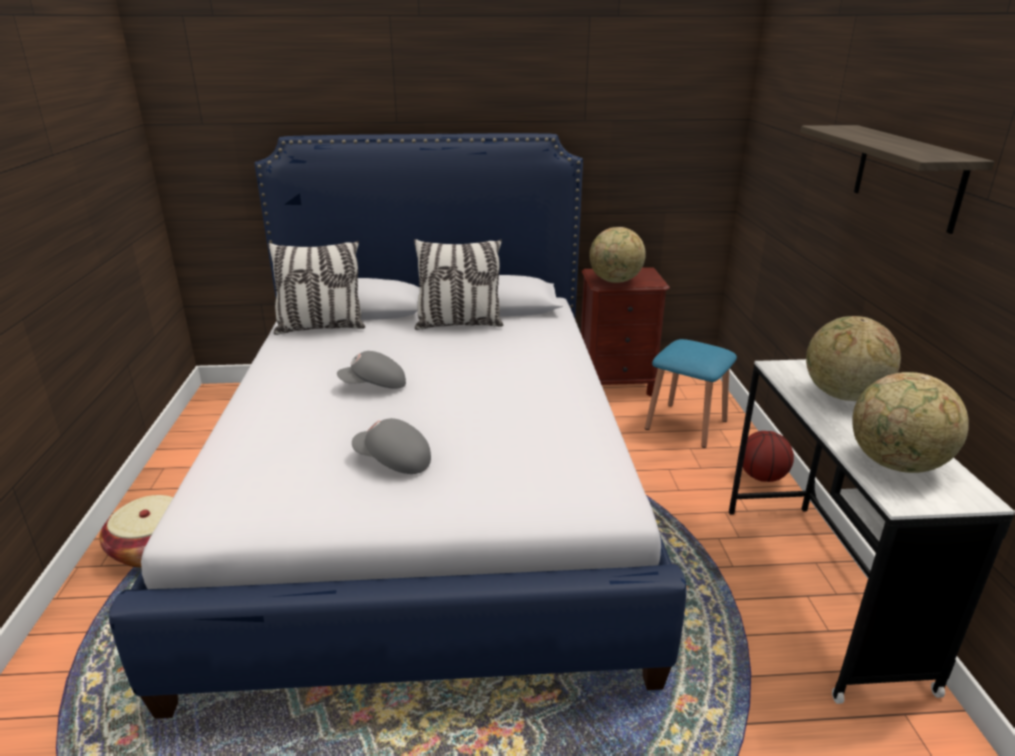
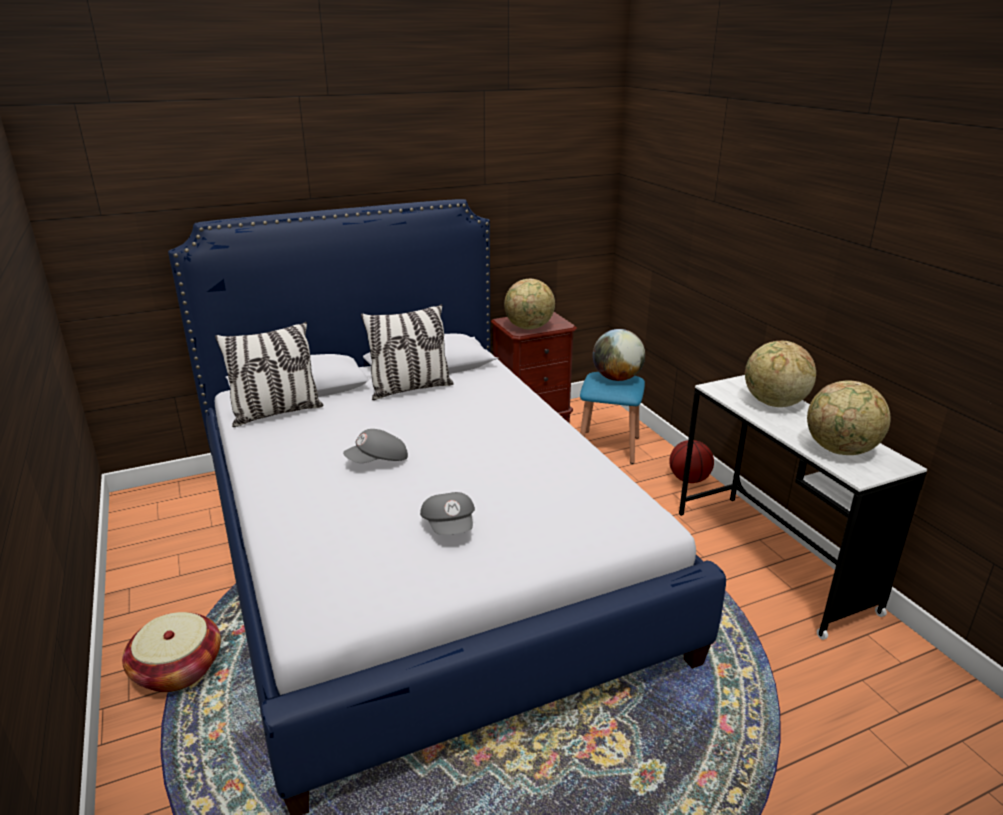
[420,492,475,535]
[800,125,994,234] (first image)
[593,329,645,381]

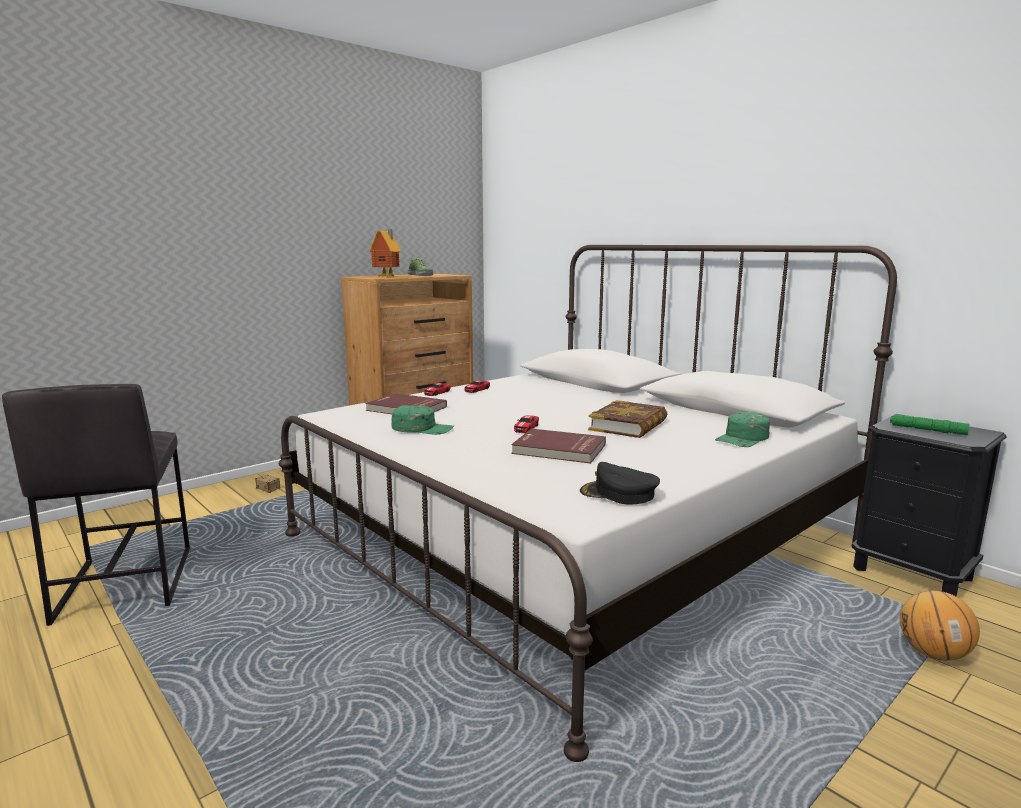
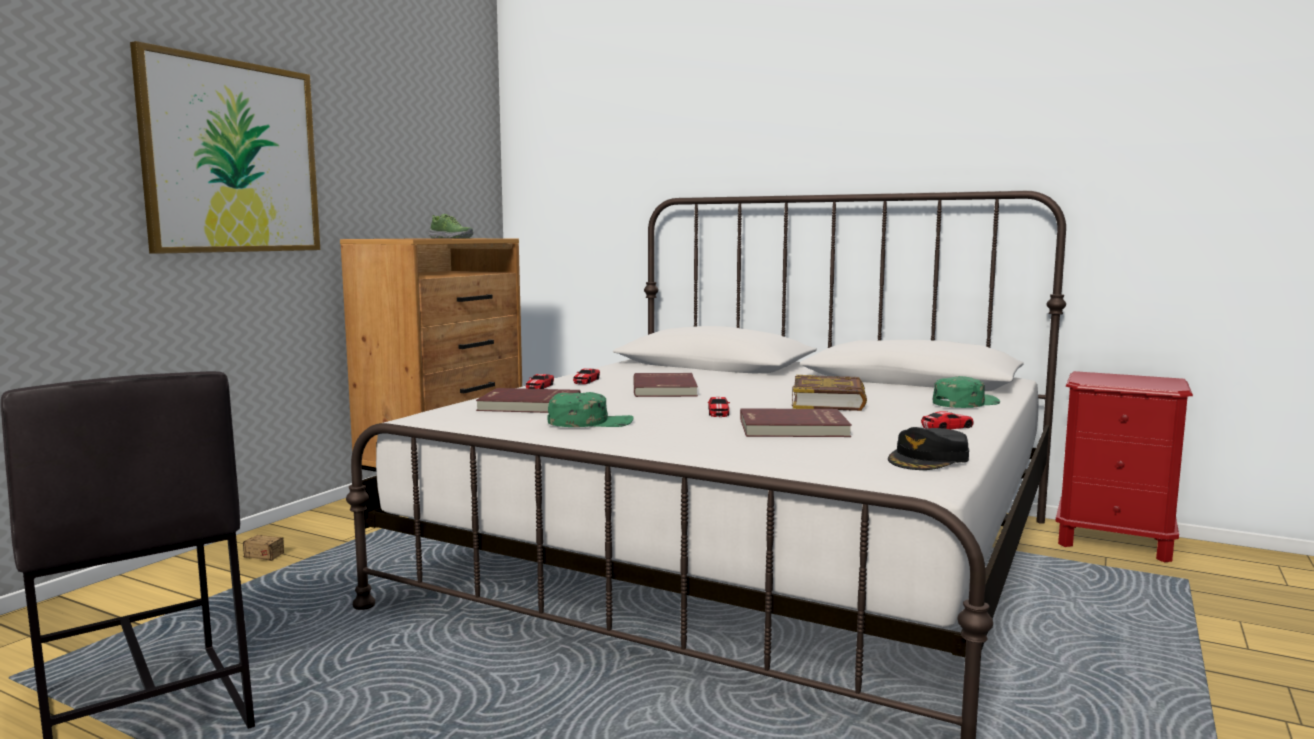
[370,229,401,277] (first image)
[888,427,969,470]
[933,376,1000,408]
[1056,371,1193,563]
[890,414,969,435] (first image)
[900,591,980,661] (first image)
[130,41,320,254]
[633,373,698,397]
[921,411,974,429]

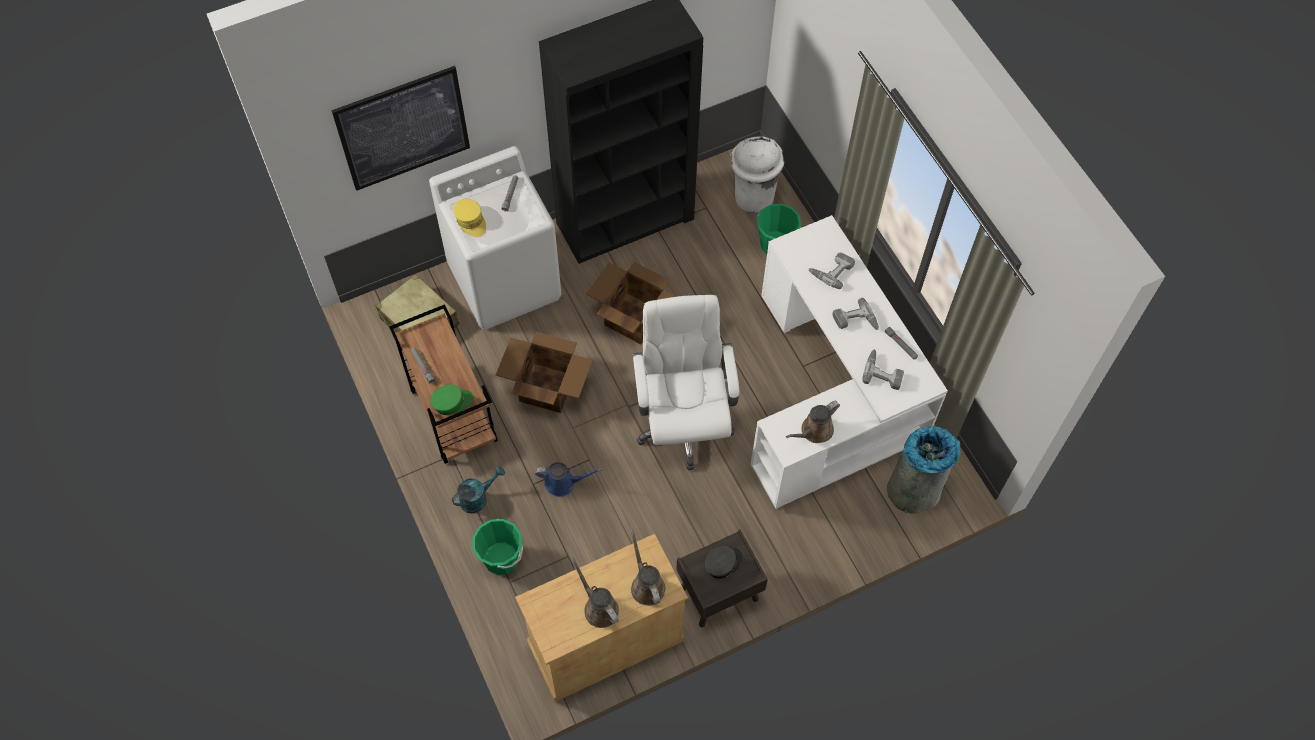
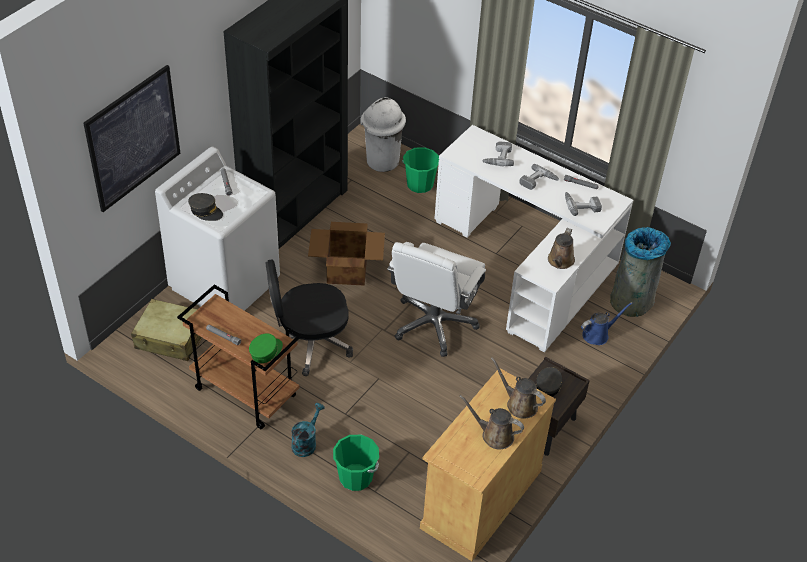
[188,193,223,221]
[265,259,353,376]
[581,302,633,345]
[387,242,486,357]

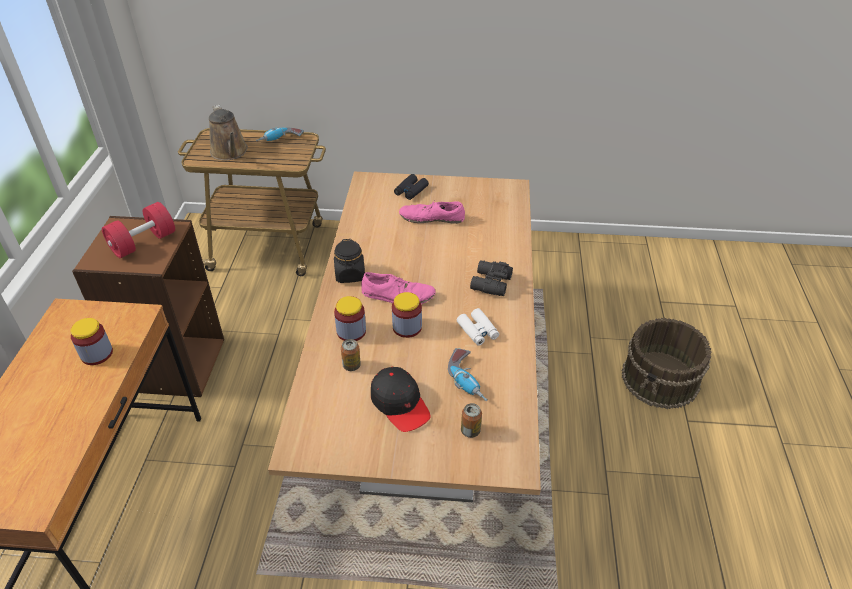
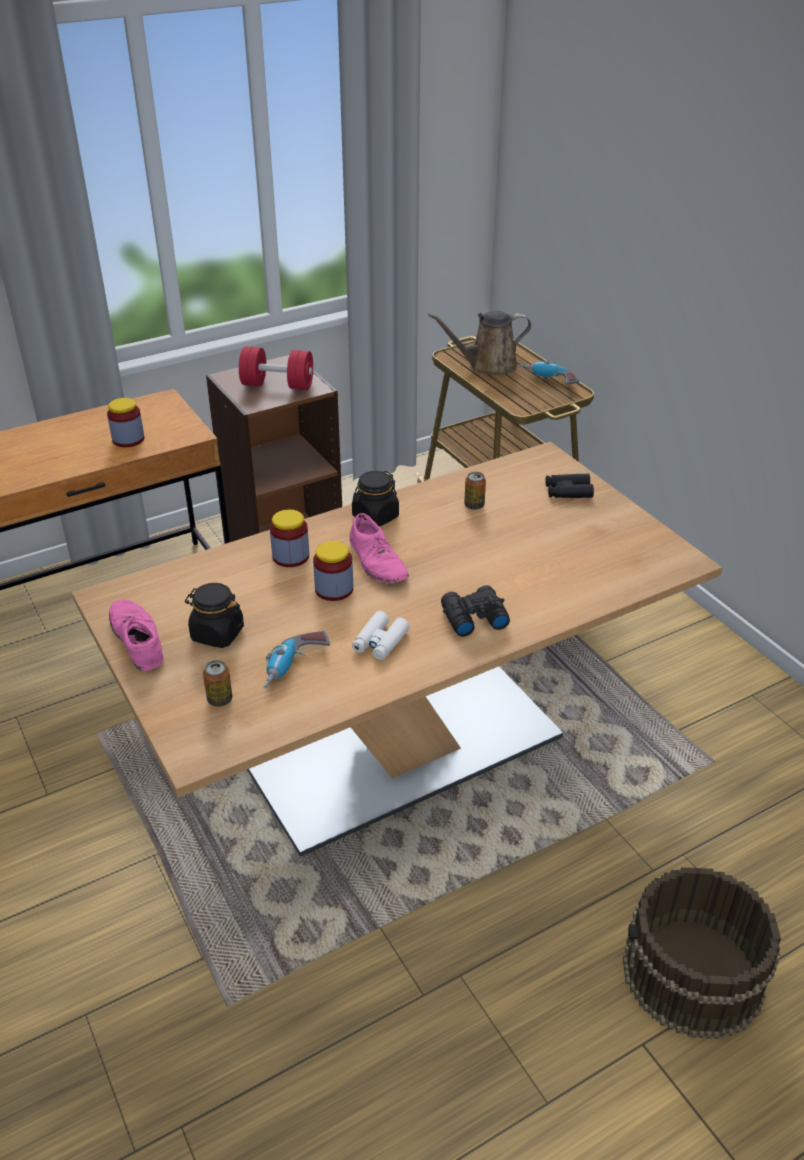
[428,311,531,375]
[464,472,486,510]
[185,583,244,648]
[109,599,164,671]

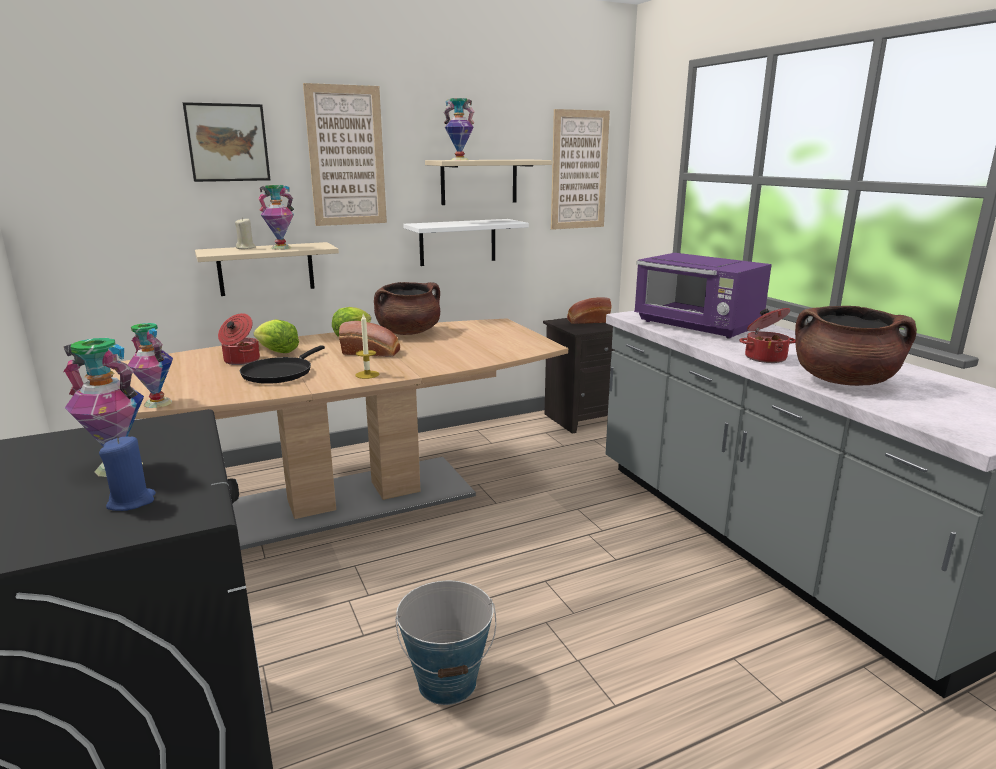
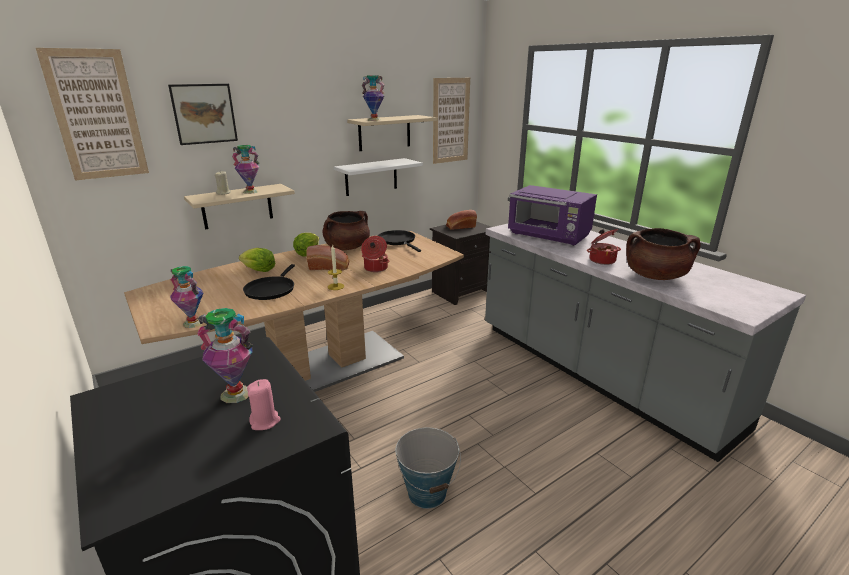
[247,379,281,430]
[361,236,389,272]
[36,48,149,181]
[378,230,421,252]

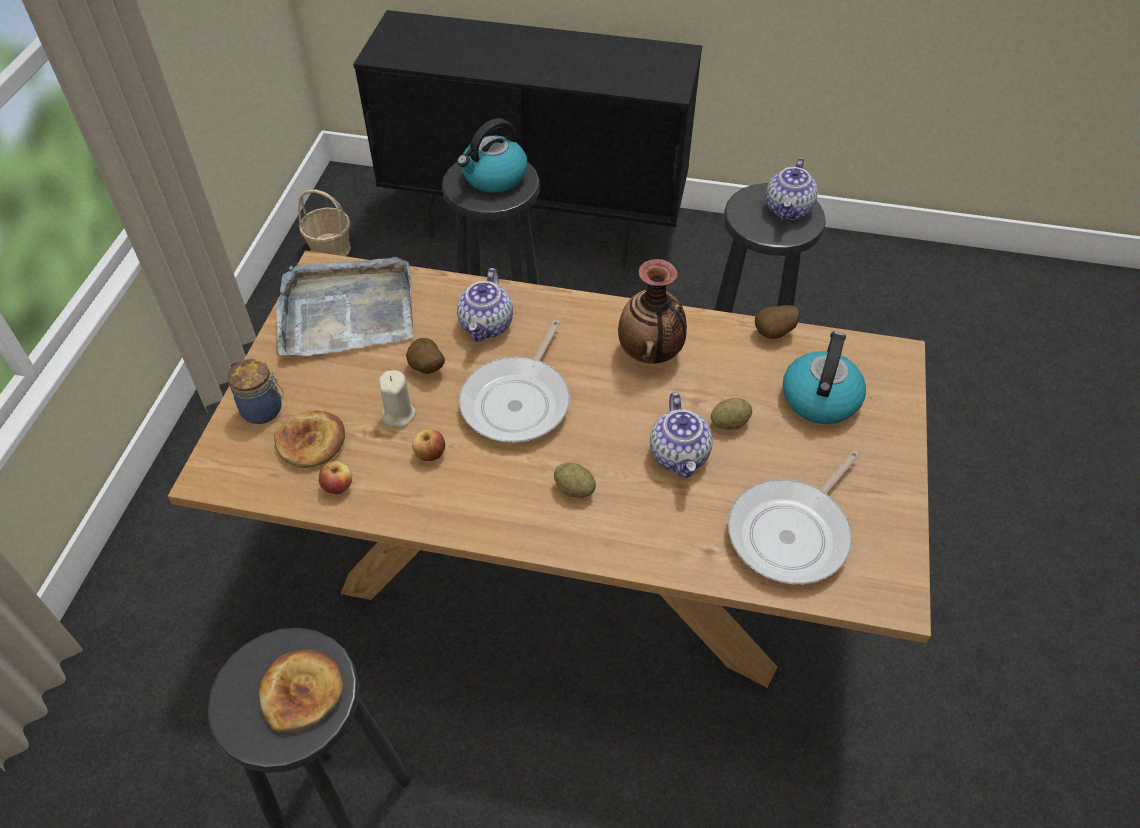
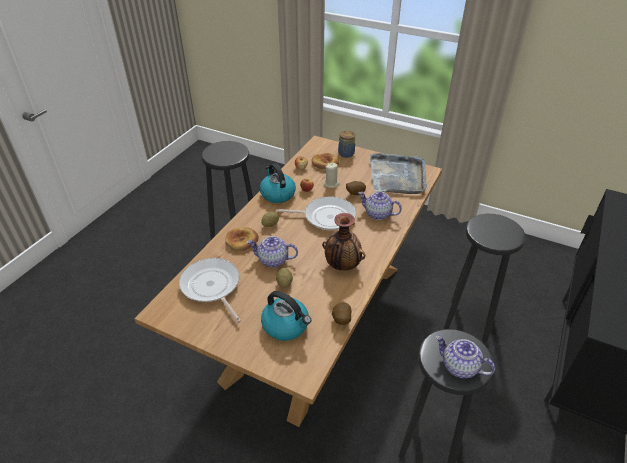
[225,227,259,251]
[298,189,351,256] (first image)
[260,163,296,203]
[276,197,356,230]

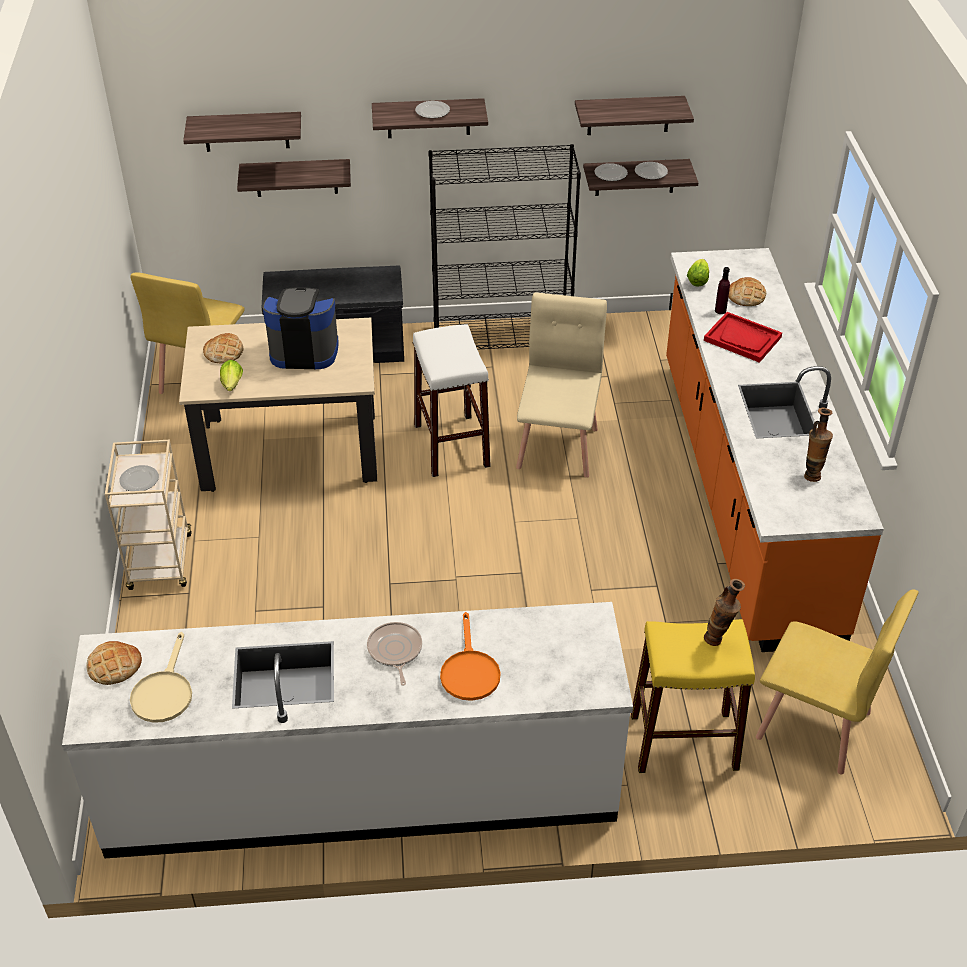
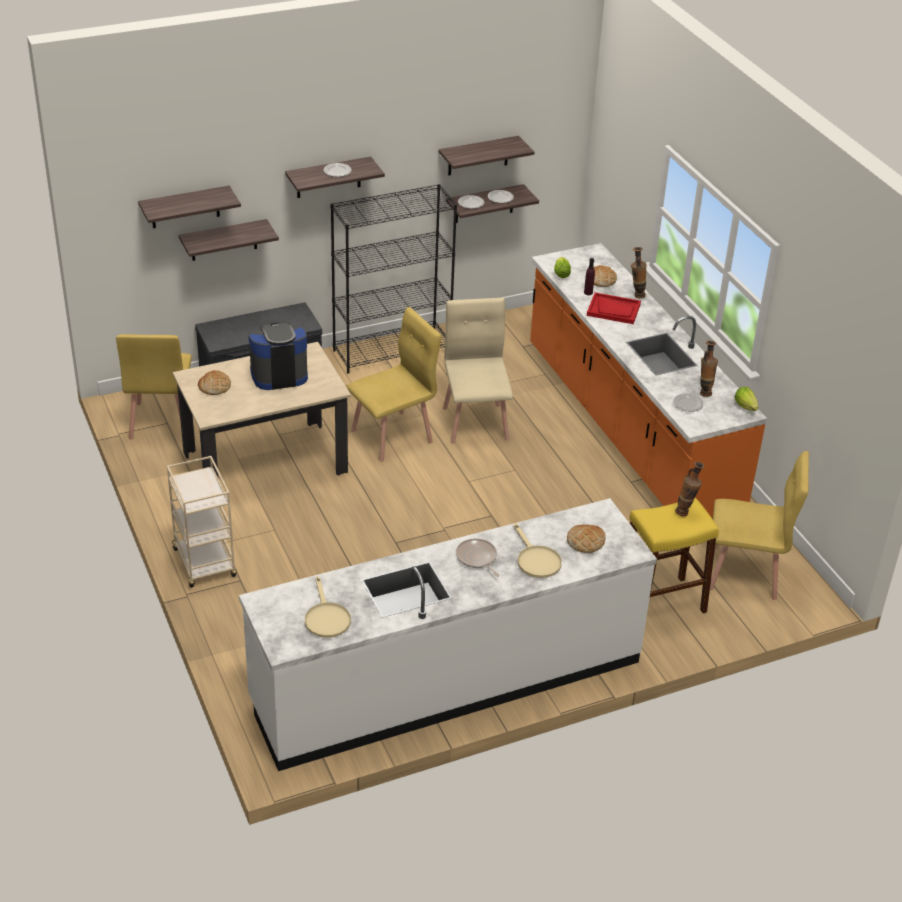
[567,525,606,553]
[673,393,703,412]
[735,387,758,411]
[346,307,441,462]
[514,523,562,578]
[631,247,647,298]

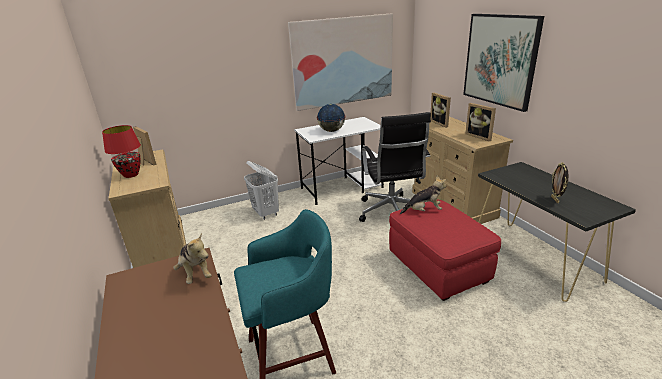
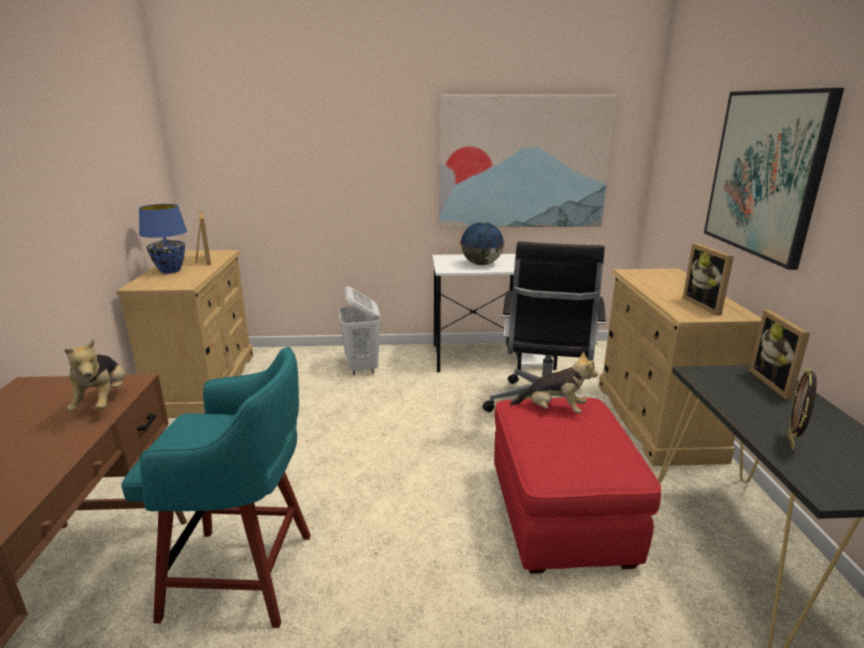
[139,204,187,274]
[749,310,810,400]

